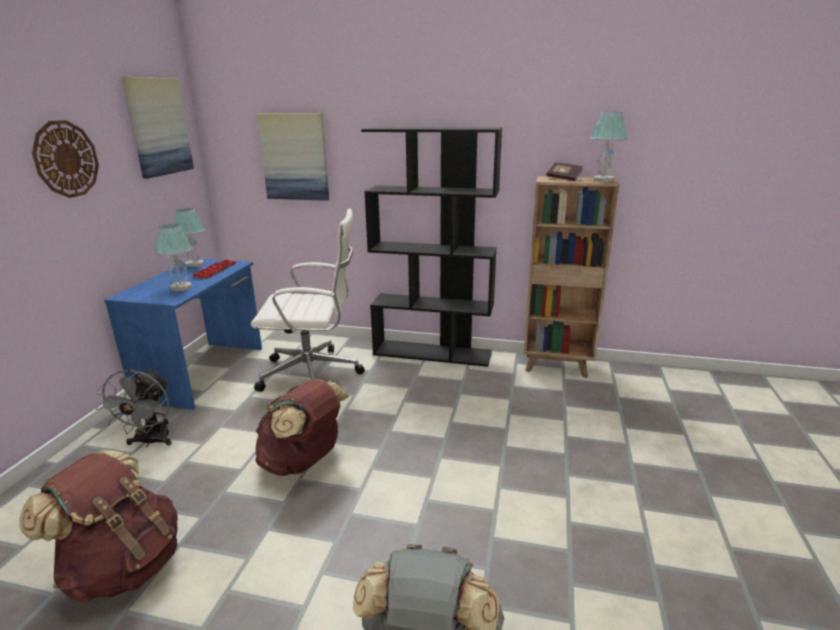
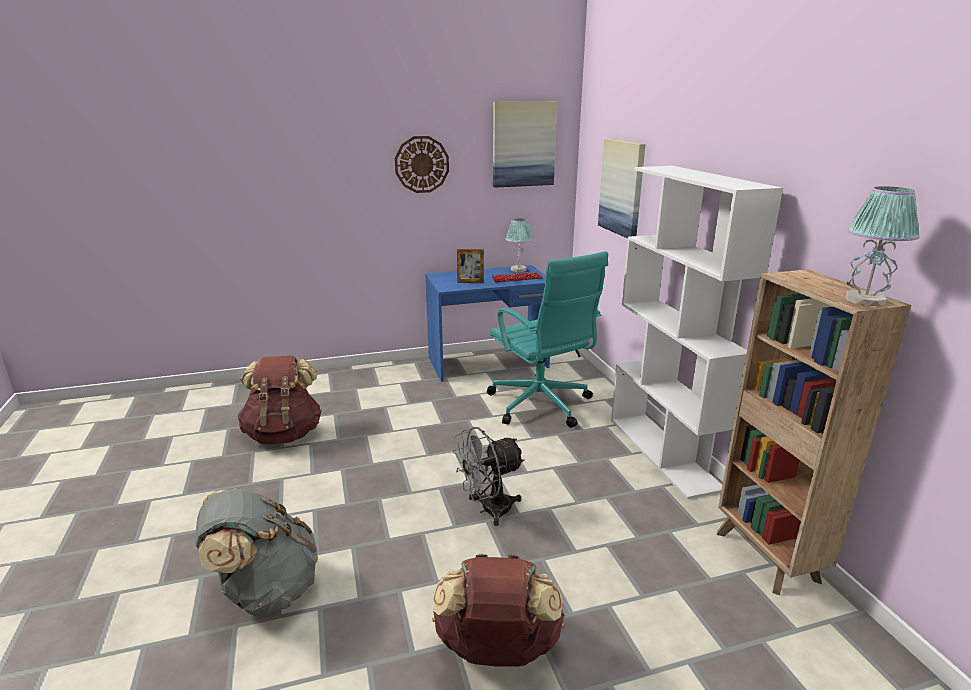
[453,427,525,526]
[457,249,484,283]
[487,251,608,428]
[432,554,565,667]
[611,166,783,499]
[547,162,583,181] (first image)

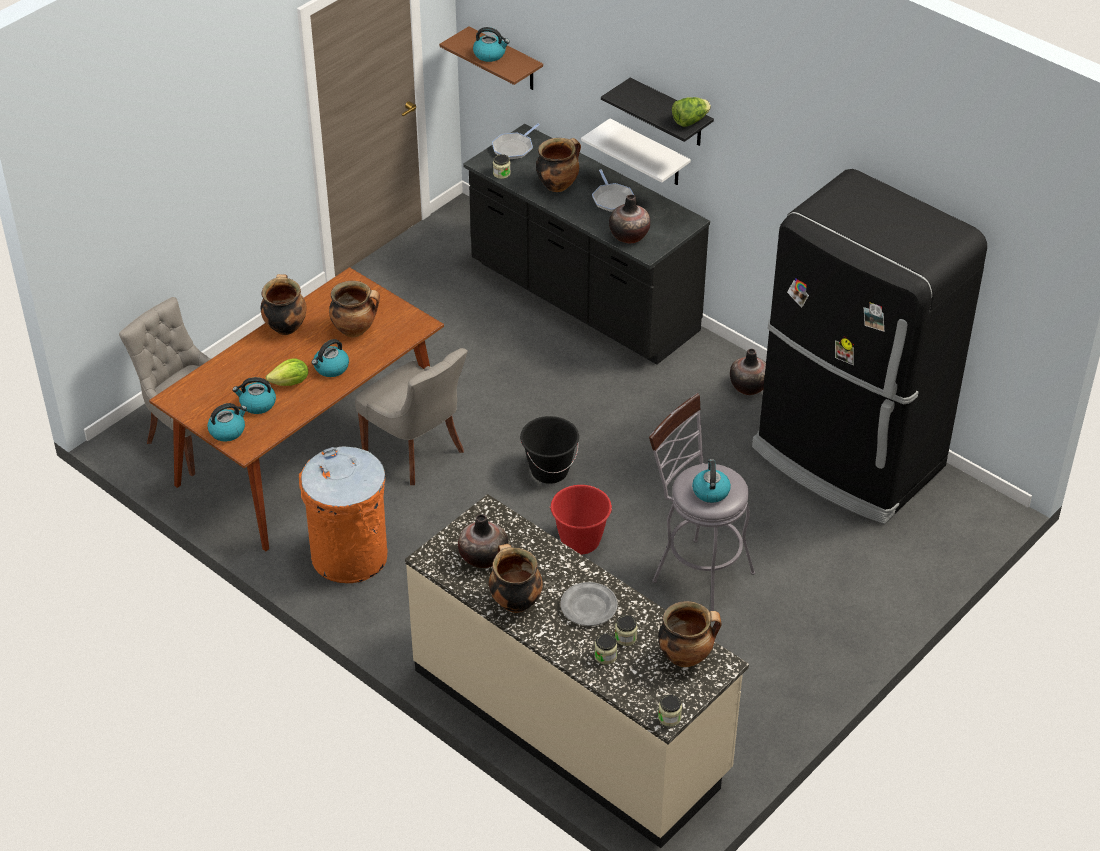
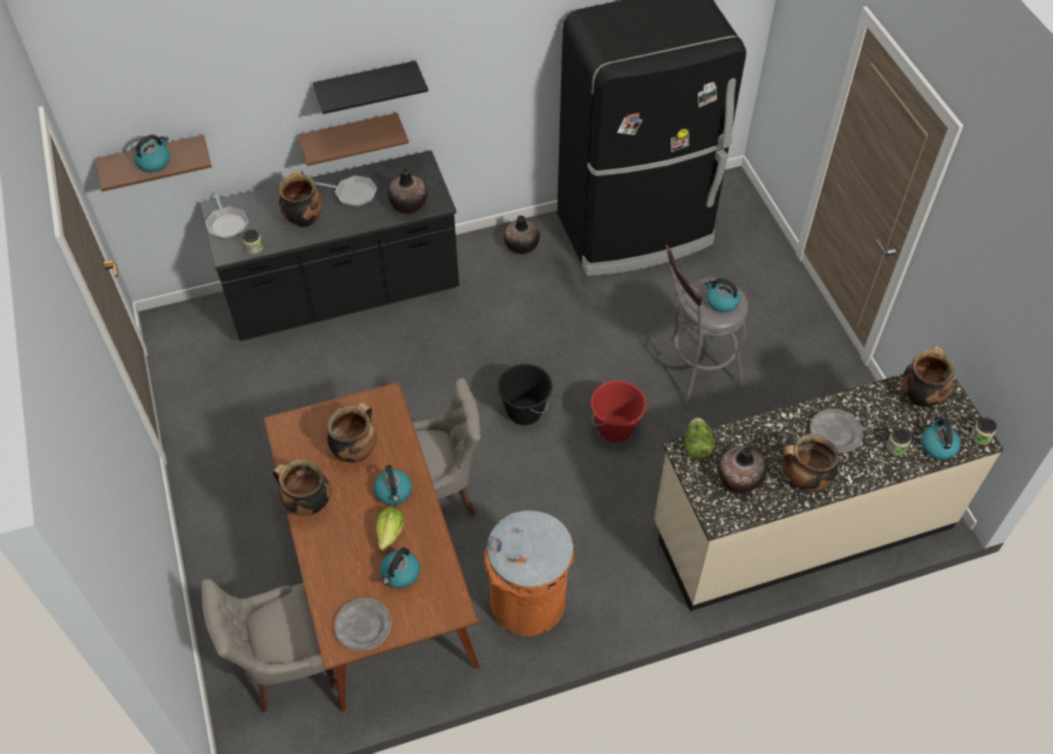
[921,414,961,460]
[298,113,409,166]
[615,615,638,646] (first image)
[684,418,715,459]
[335,598,391,651]

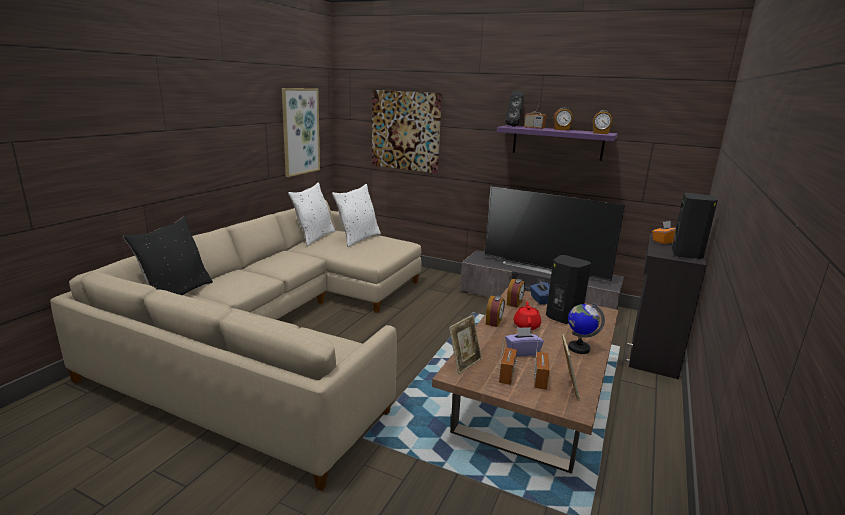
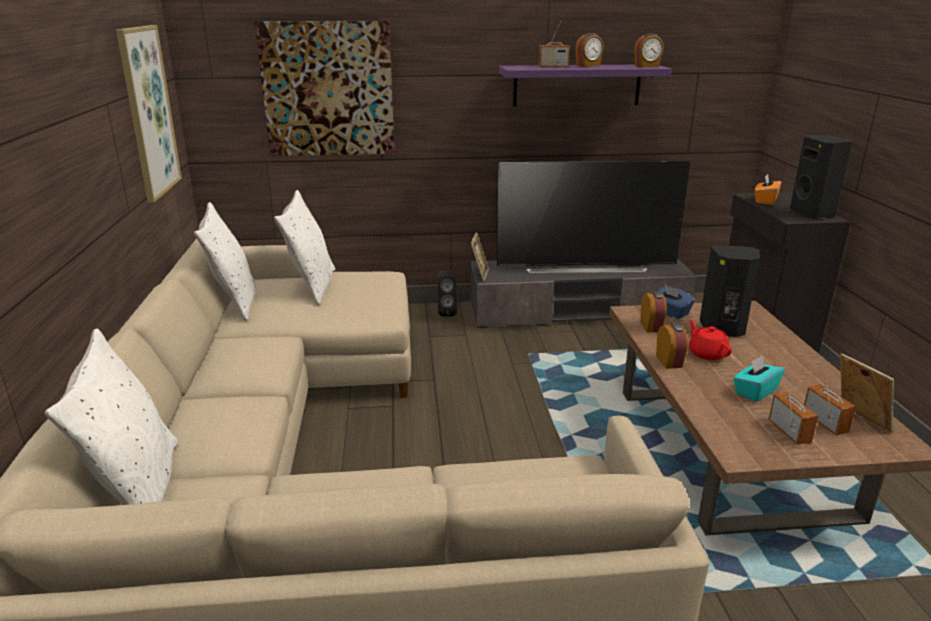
[45,329,178,505]
[471,232,489,282]
[438,270,457,317]
[733,356,785,402]
[568,303,605,354] (first image)

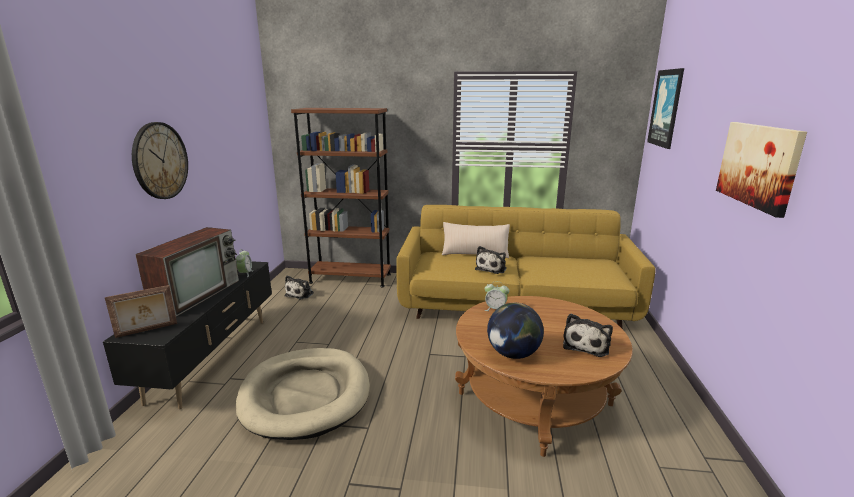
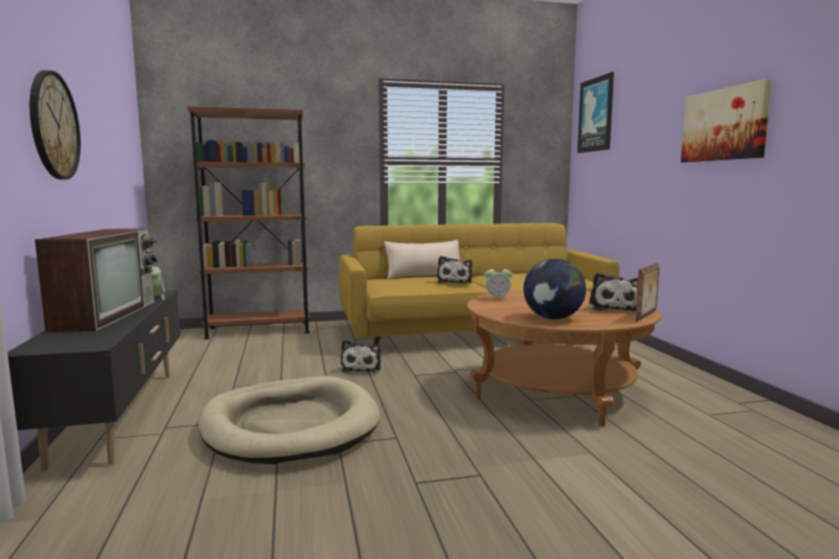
[635,262,659,322]
[341,340,381,373]

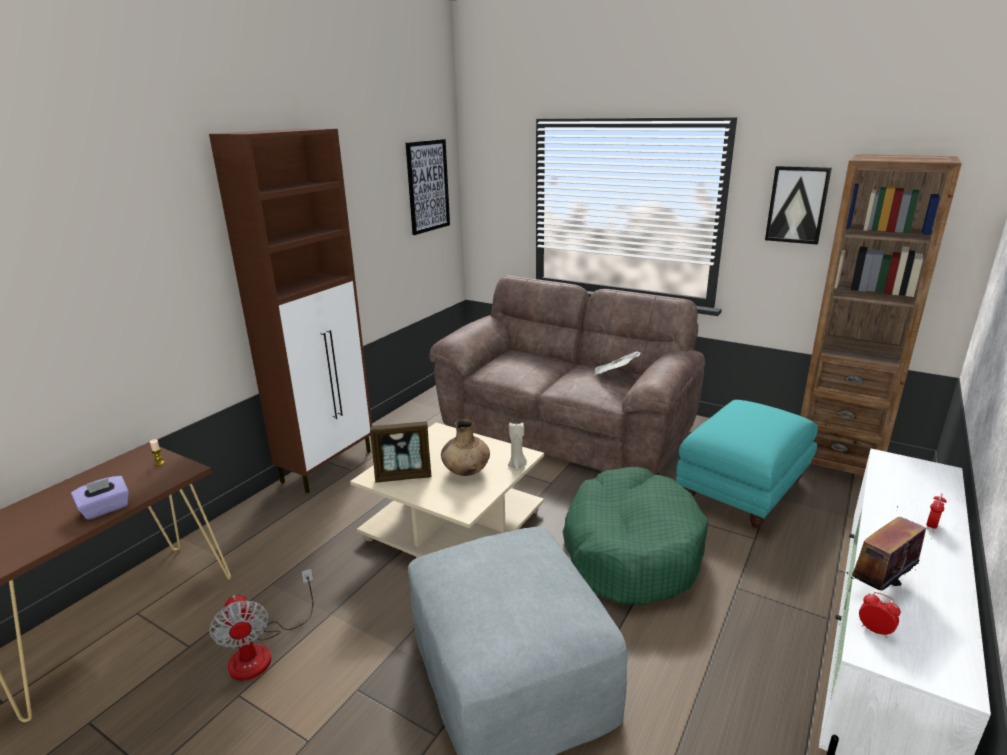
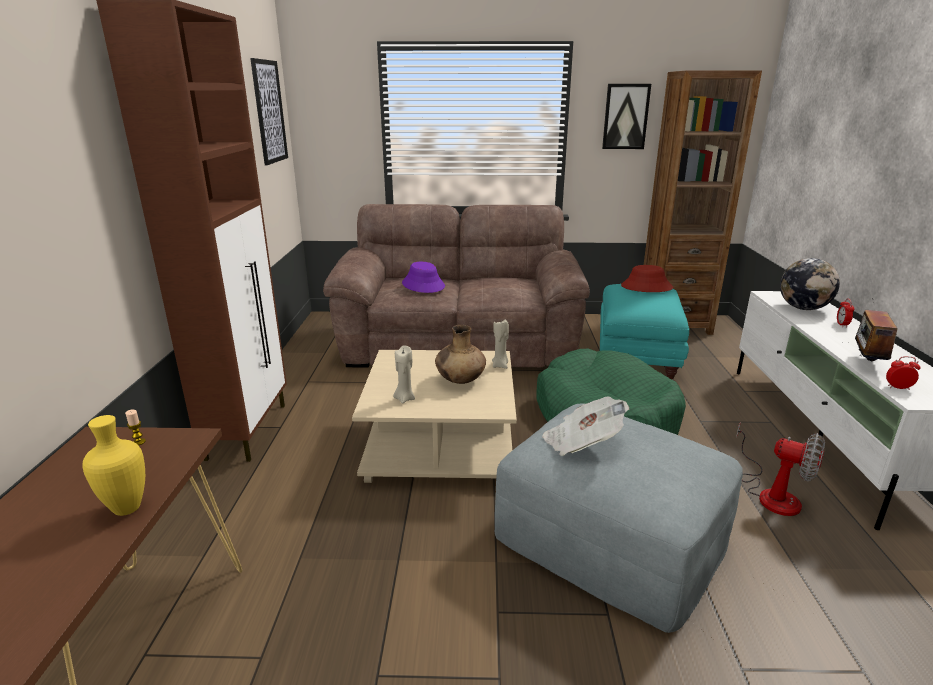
[82,415,145,516]
[736,422,825,516]
[393,345,415,404]
[542,396,629,456]
[402,261,445,293]
[621,265,673,292]
[780,258,840,310]

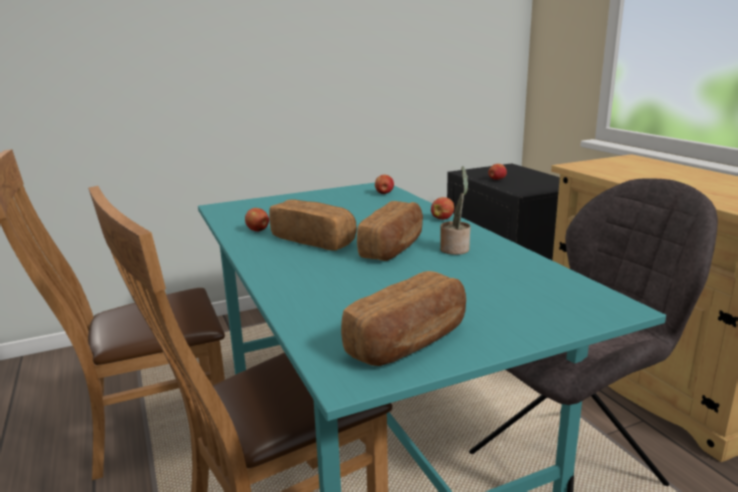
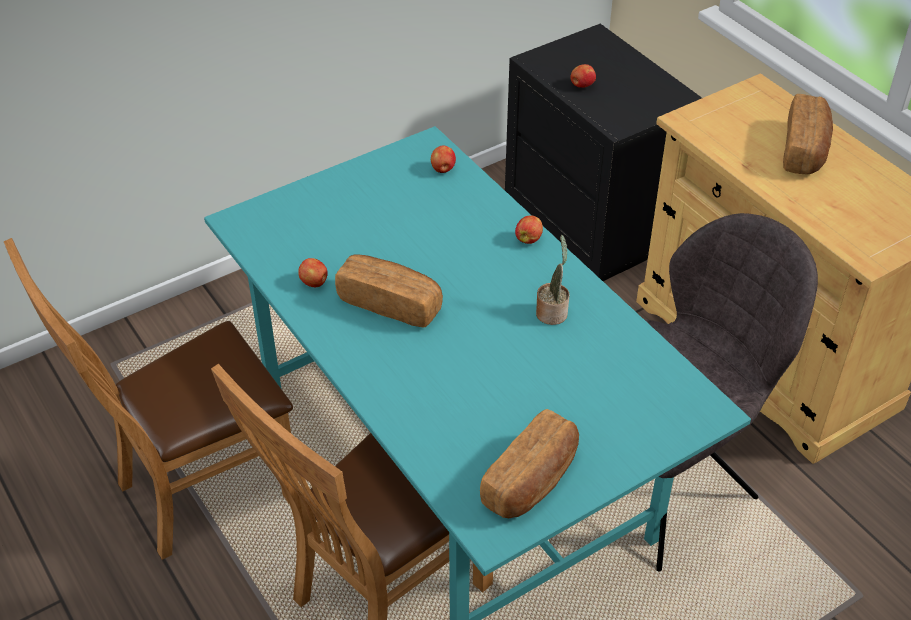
[783,94,833,174]

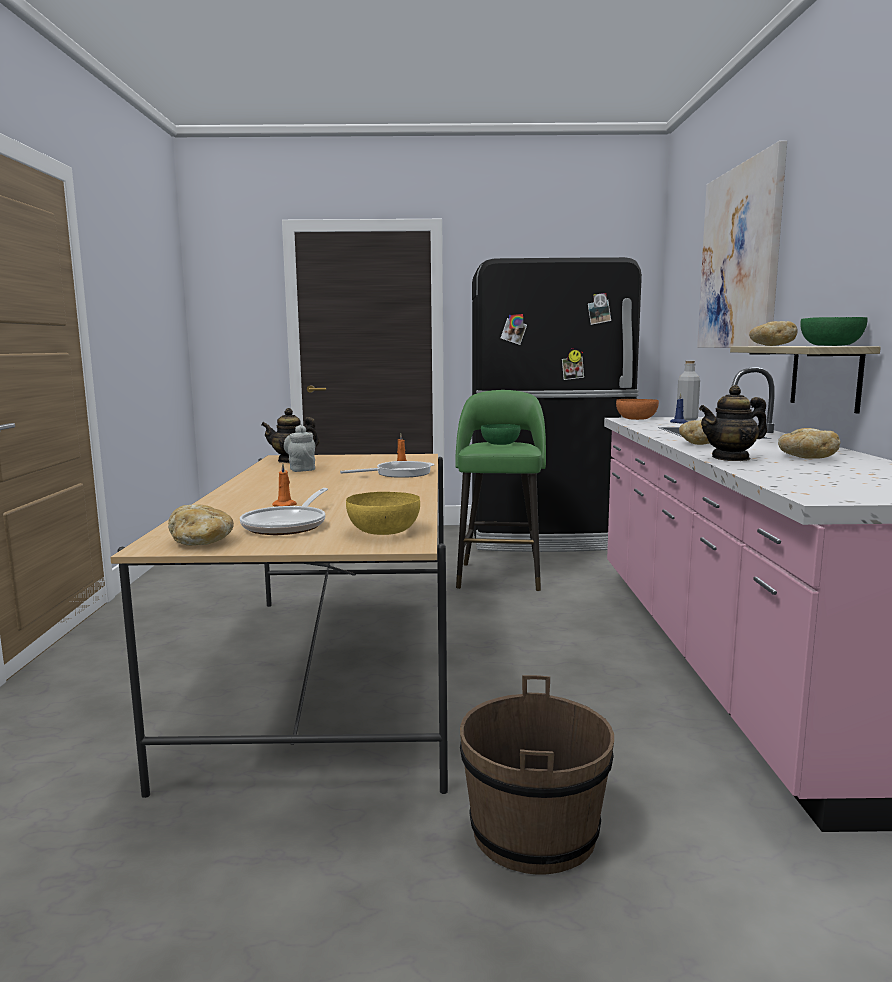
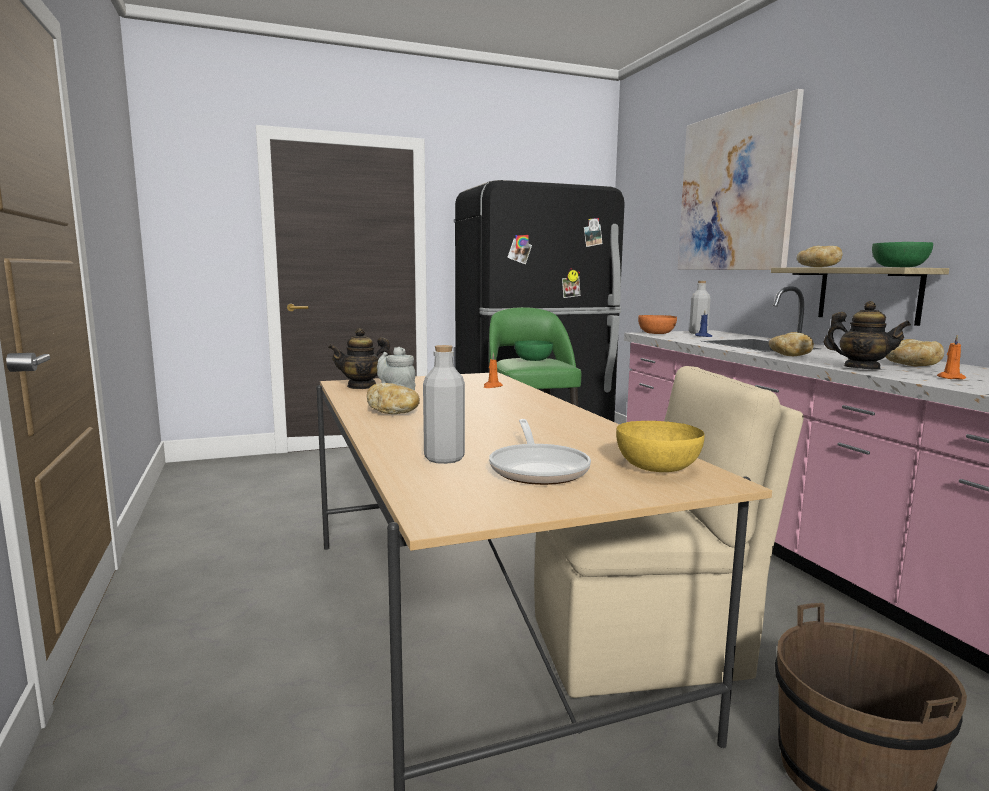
[367,383,420,414]
[937,335,966,380]
[340,461,435,478] (first image)
[824,301,911,370]
[423,345,465,464]
[534,366,804,698]

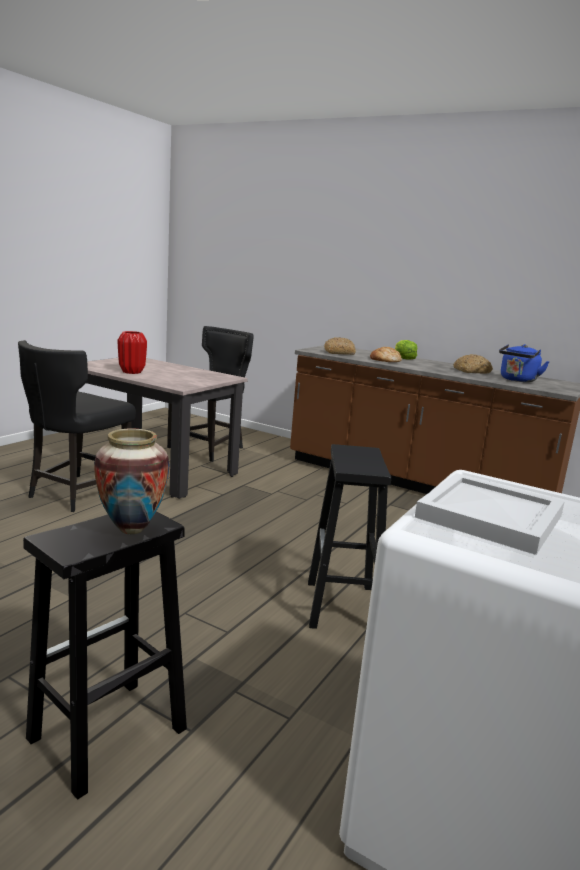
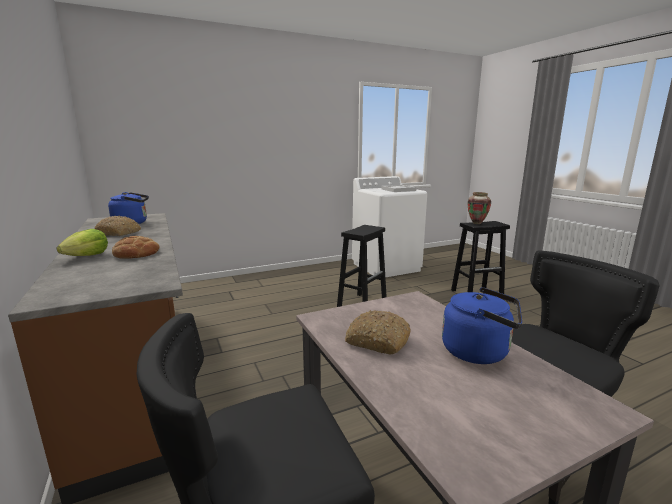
[442,287,522,364]
[345,310,410,354]

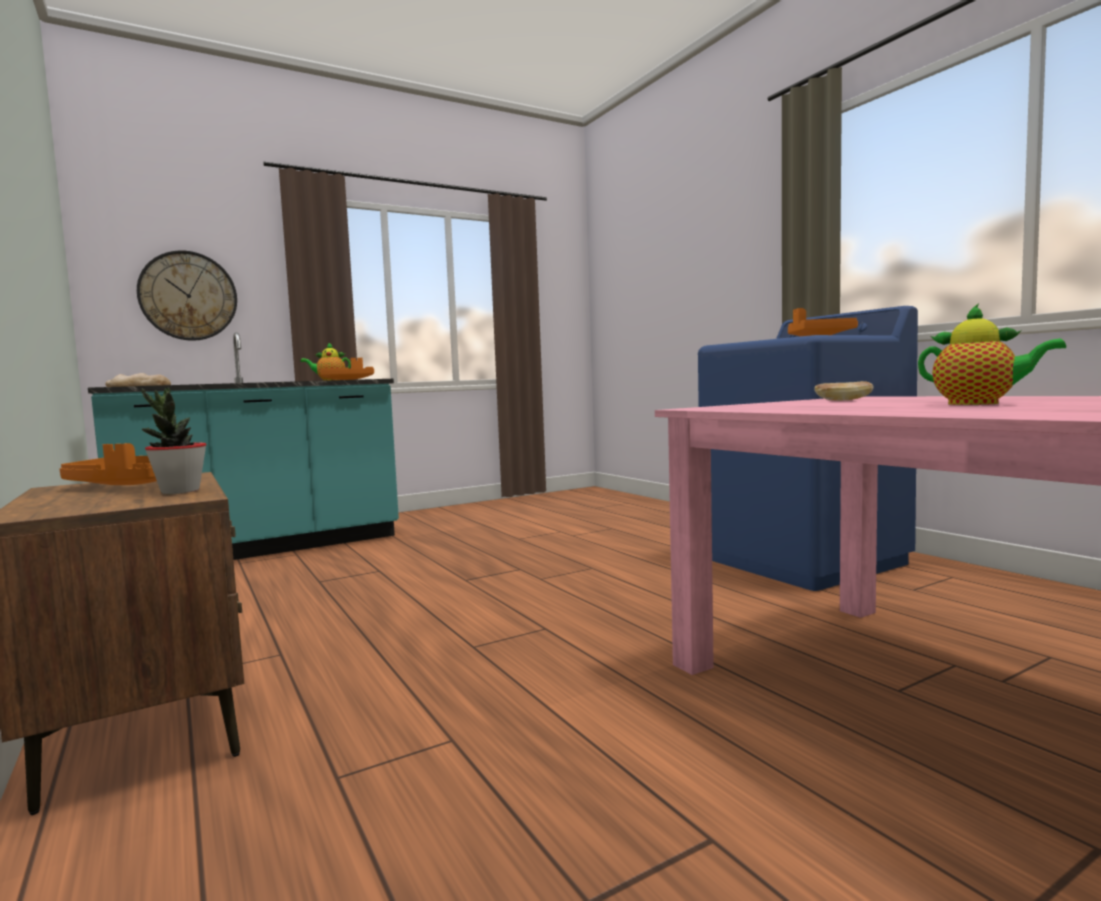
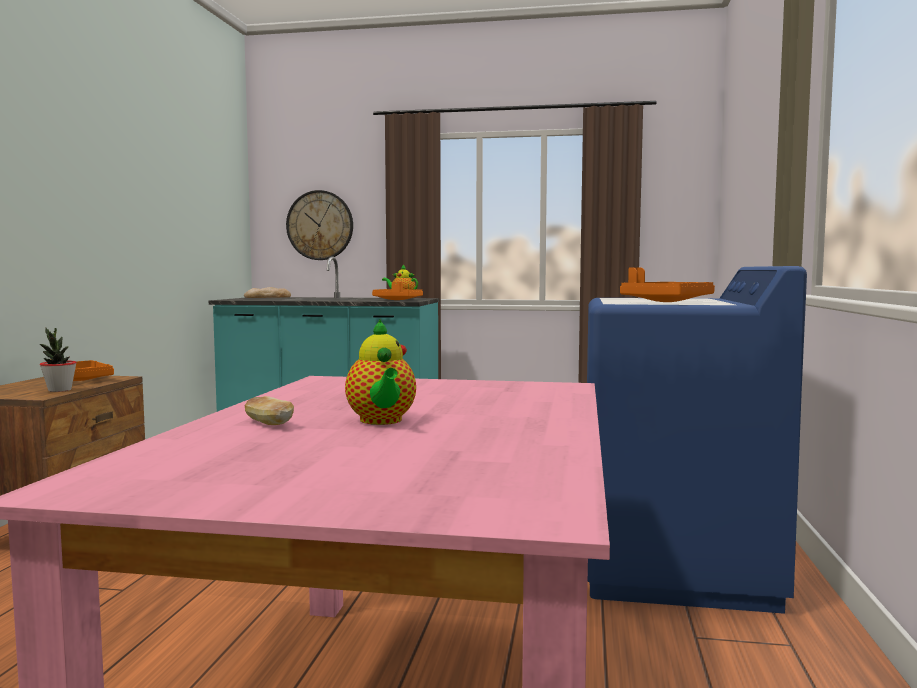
[244,396,294,425]

